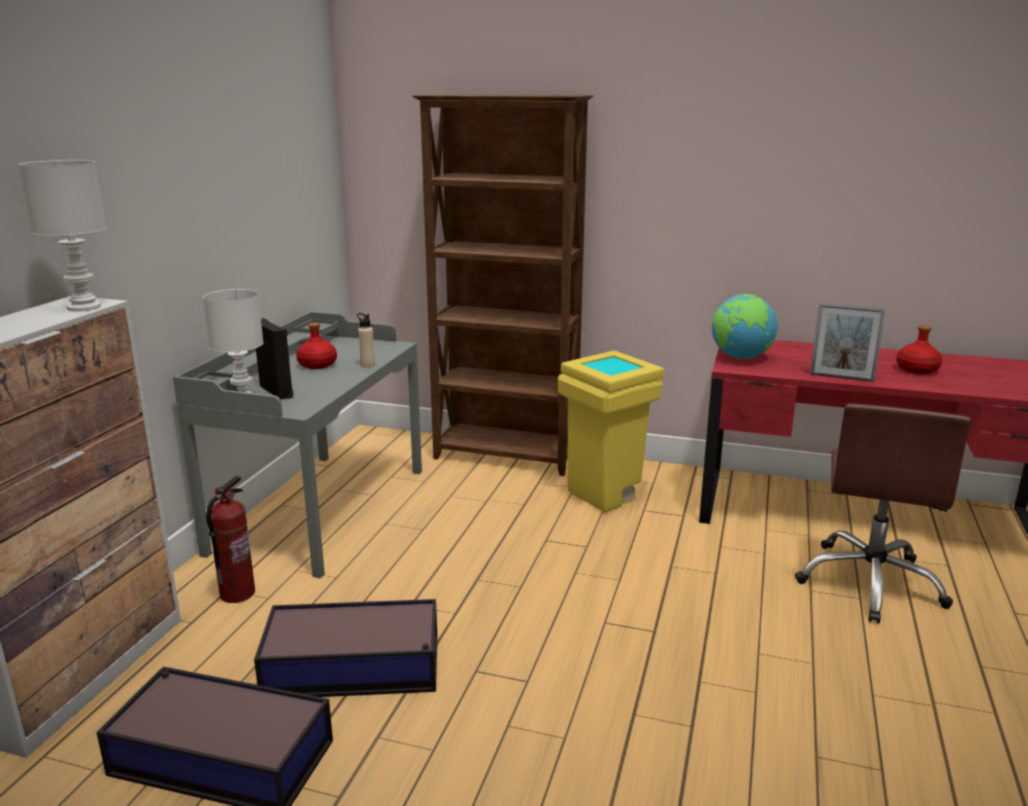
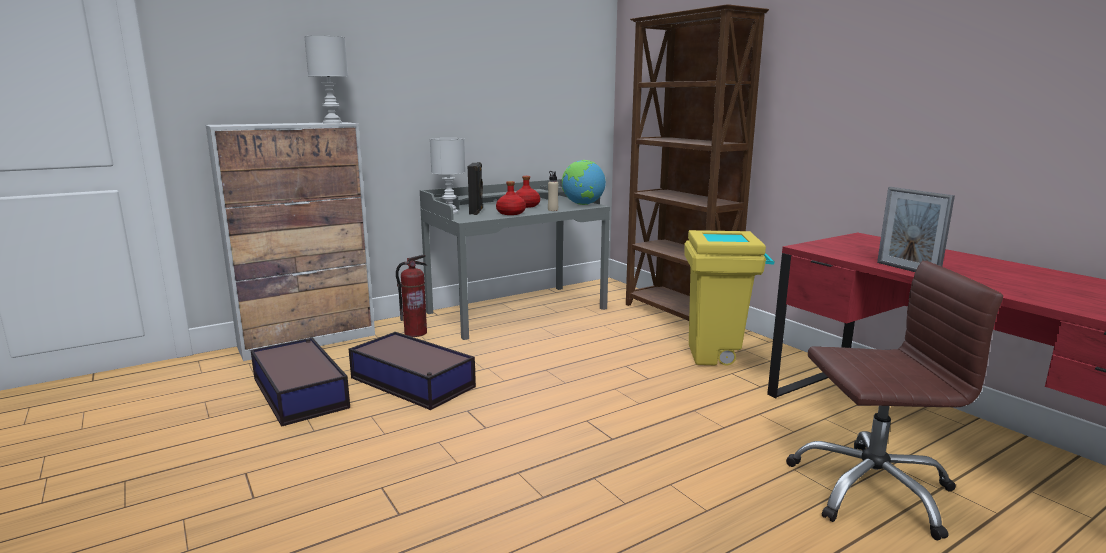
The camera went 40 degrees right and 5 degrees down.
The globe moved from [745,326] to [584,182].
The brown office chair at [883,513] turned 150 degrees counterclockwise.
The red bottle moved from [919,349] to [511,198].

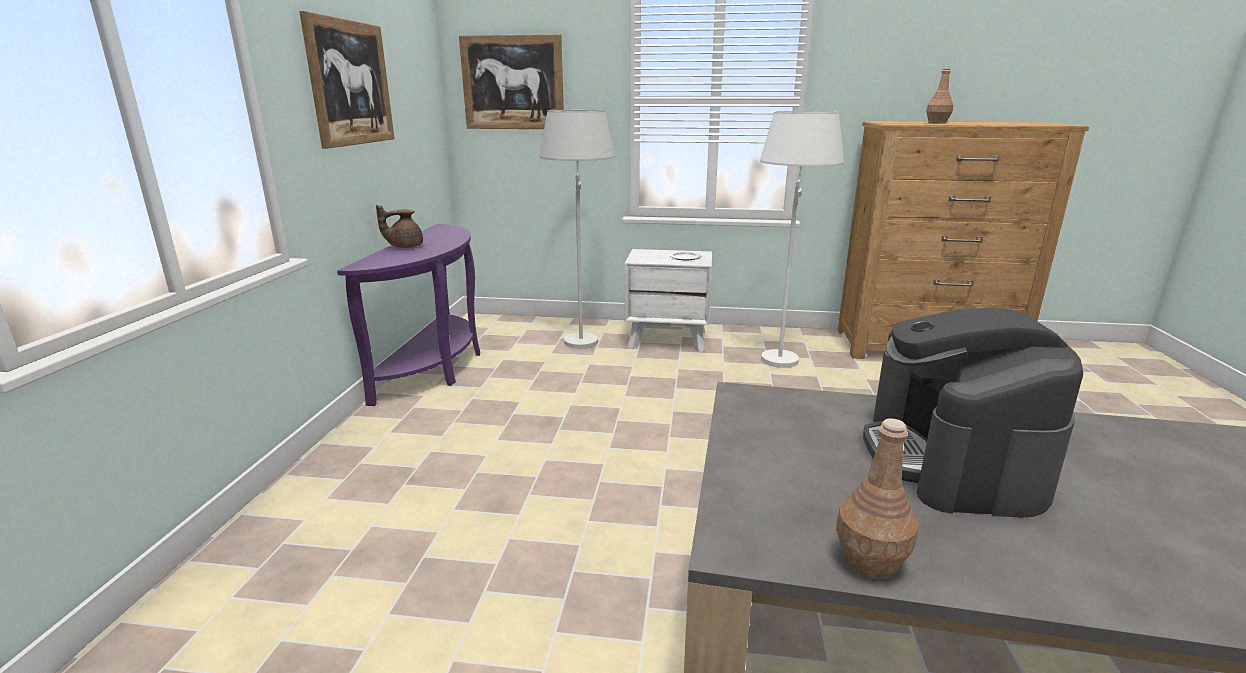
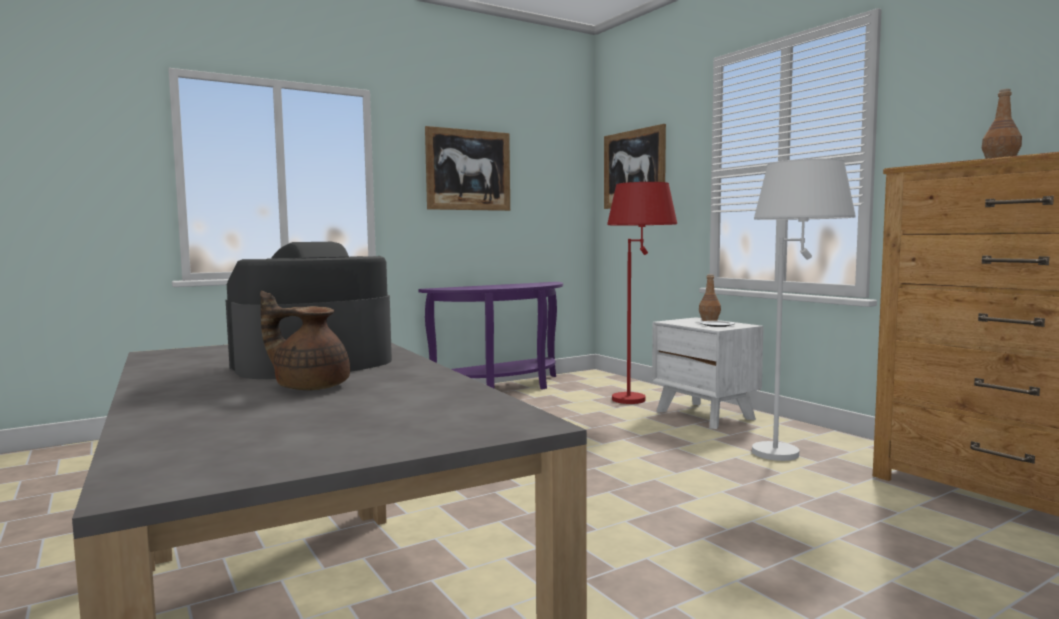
The camera went 50 degrees right and 15 degrees down.
The brown teapot moved from [399,226] to [305,340].
The white floor lamp at [577,229] became the red floor lamp at [642,293].
The brown bottle moved from [877,498] to [710,297].

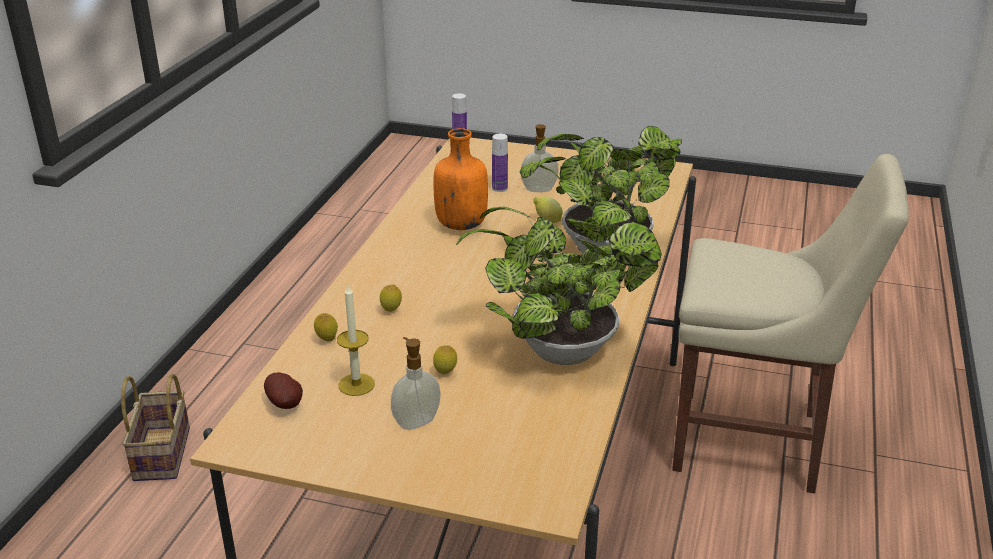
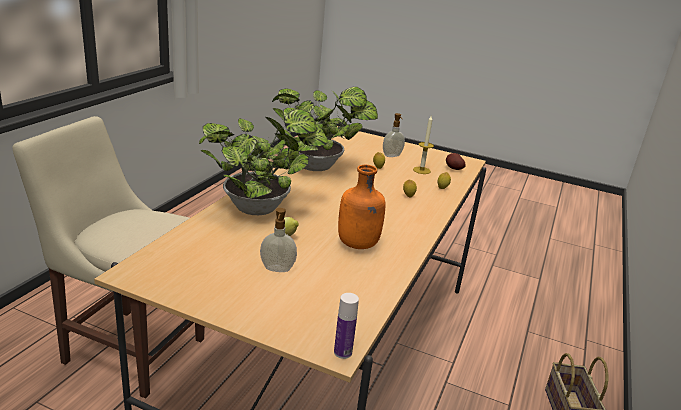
The camera went 175 degrees left and 5 degrees down.
The bottle at [500,163] disappeared.

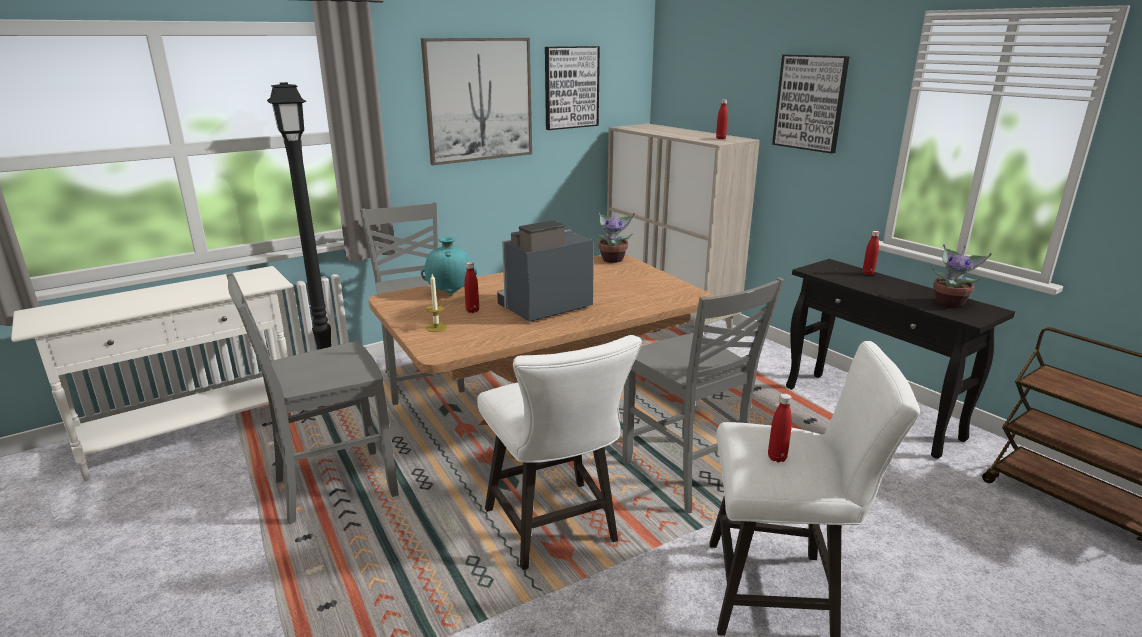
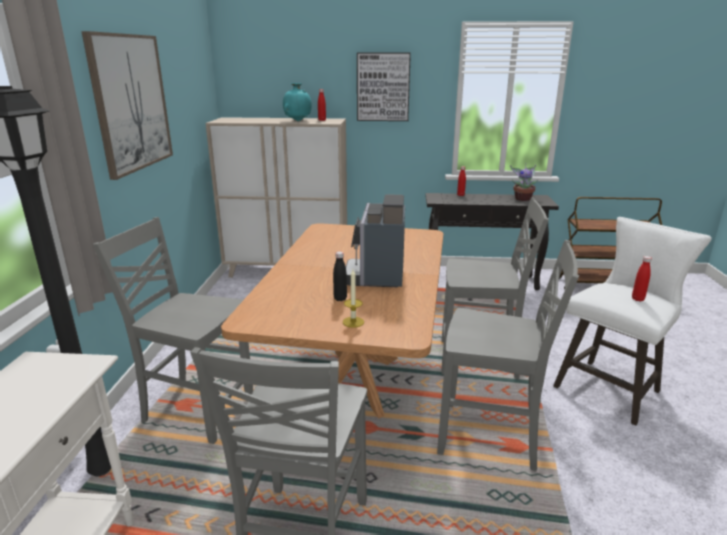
The camera went 50 degrees left and 0 degrees up.
The turquoise vase moved from [449,265] to [297,102].
The red bottle at [471,287] became the black bottle at [340,276].
The white stool at [559,452] was replaced by the grey chair at [508,356].
The picture at [572,88] disappeared.
The potted plant at [614,236] disappeared.

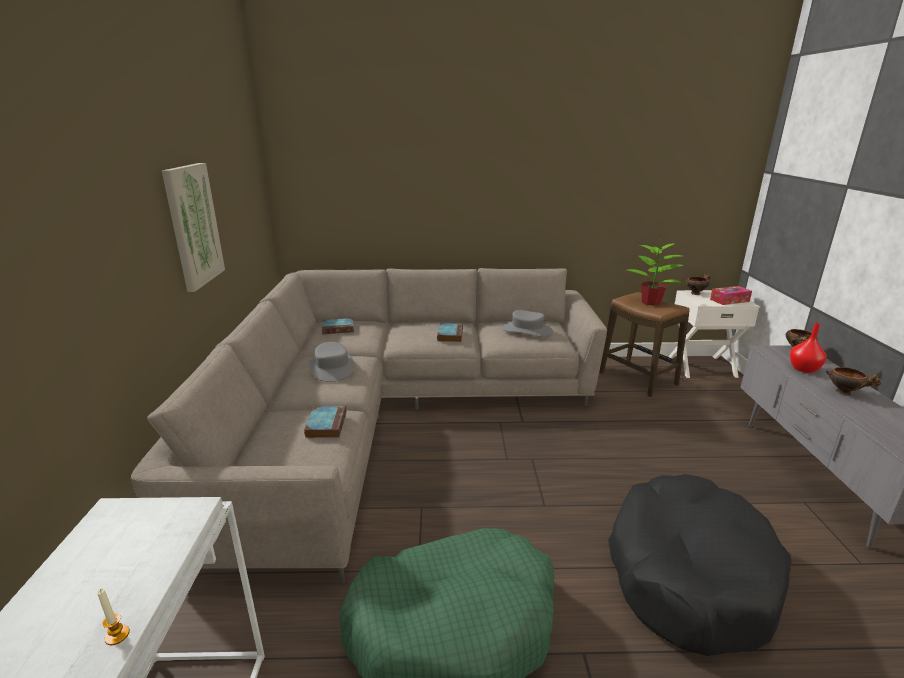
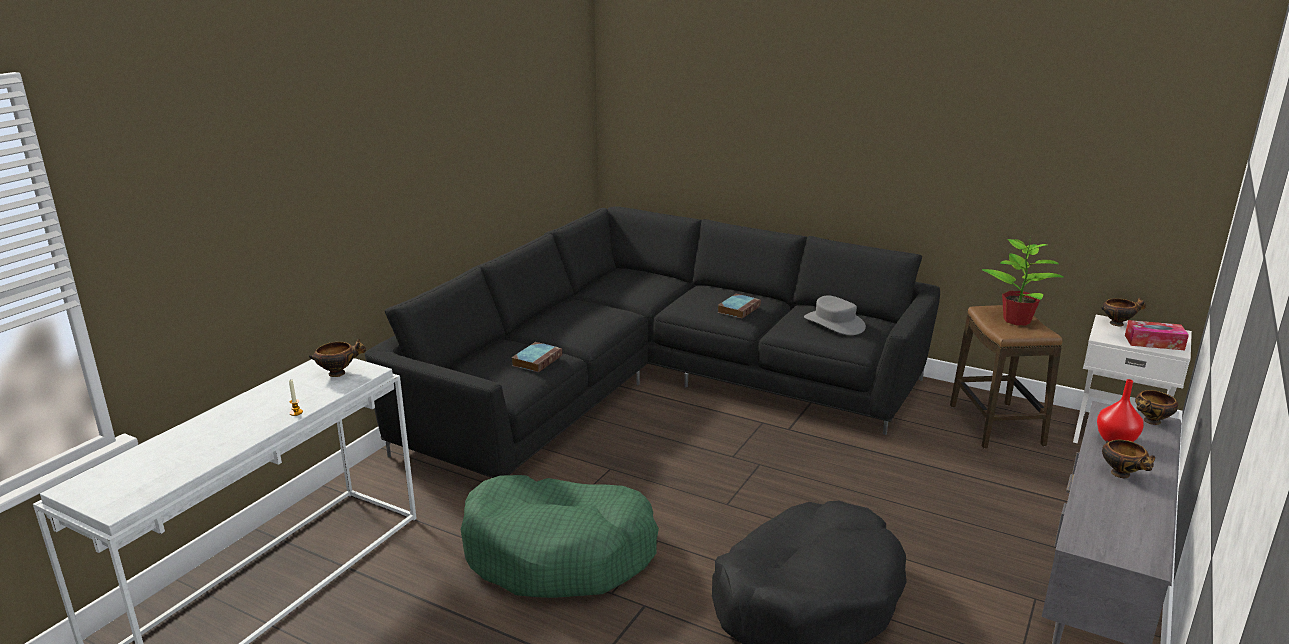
The camera went 30 degrees right and 0 degrees up.
The beige sofa at [369,425] became the black sofa at [652,342].
The picture at [193,227] disappeared.
The grey hat at [332,362] disappeared.
The book at [338,326] disappeared.
The bowl at [337,358] appeared.

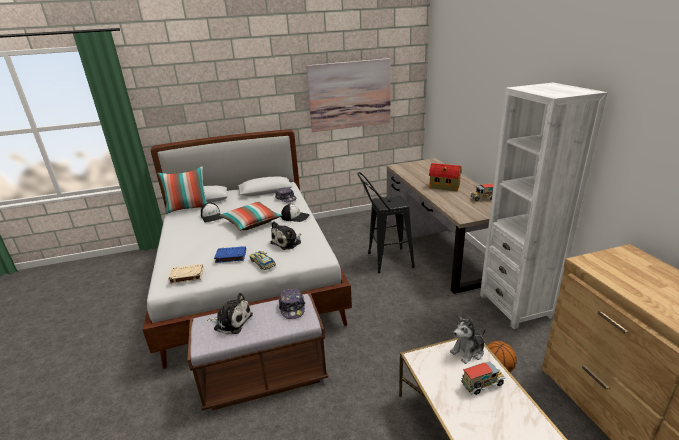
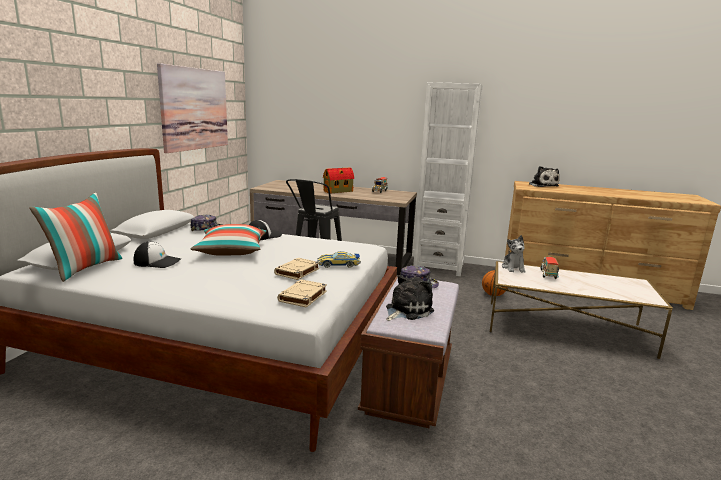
The camera went 60 degrees left and 10 degrees down.
The blue book at [230,254] became the beige book at [296,269].
The plush toy moved from [286,235] to [544,176].

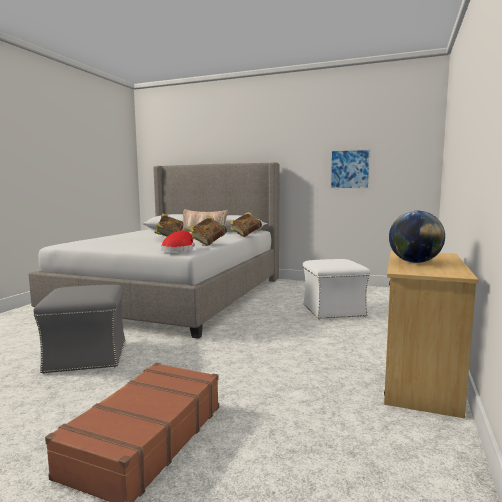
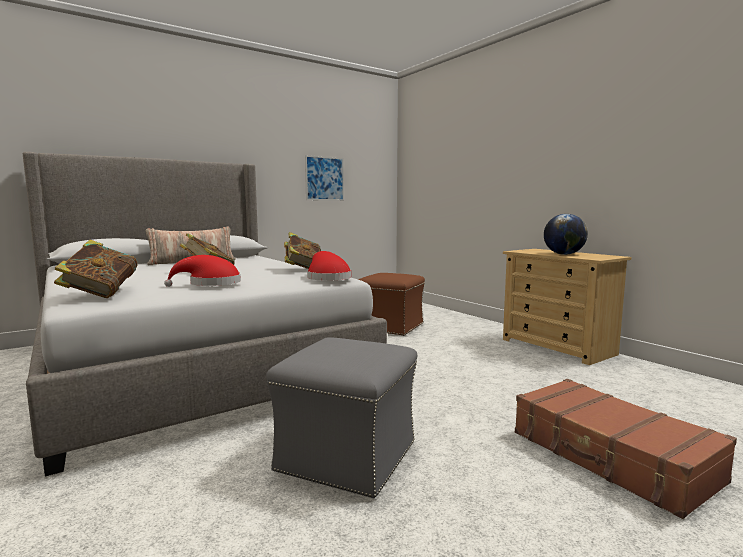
The camera went 55 degrees left and 0 degrees up.
The book moved from [245,224] to [96,269].
The white ottoman at [336,289] became the brown ottoman at [391,304].
The red hat at [202,271] appeared.

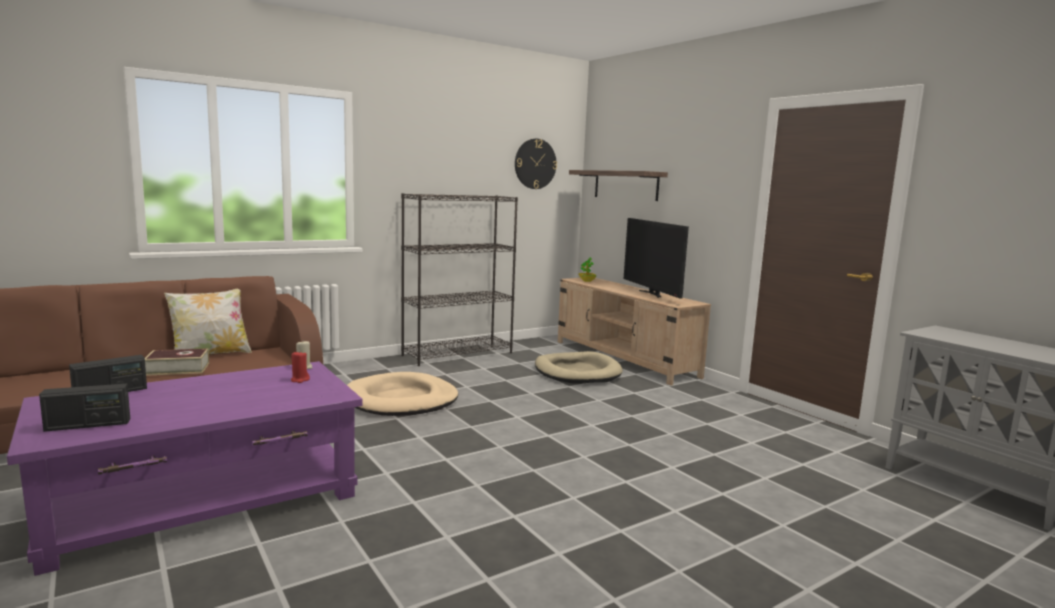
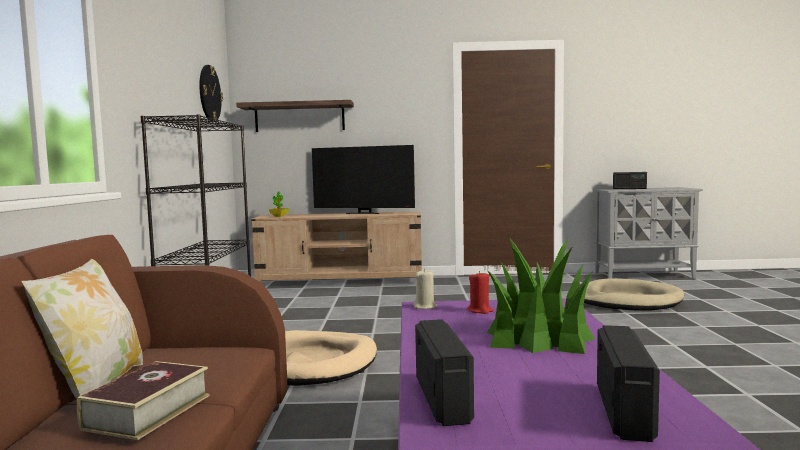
The camera went 55 degrees left and 5 degrees down.
The beige dog bed moved from [579,367] to [634,294].
The potted plant at [541,296] appeared.
The radio at [630,180] appeared.

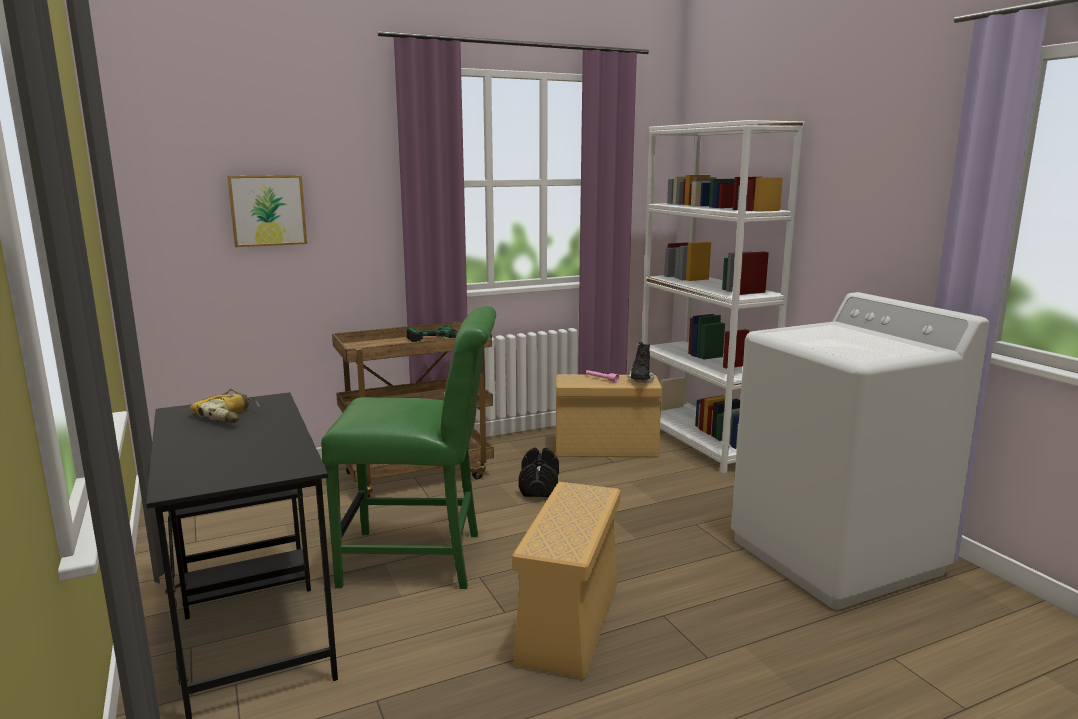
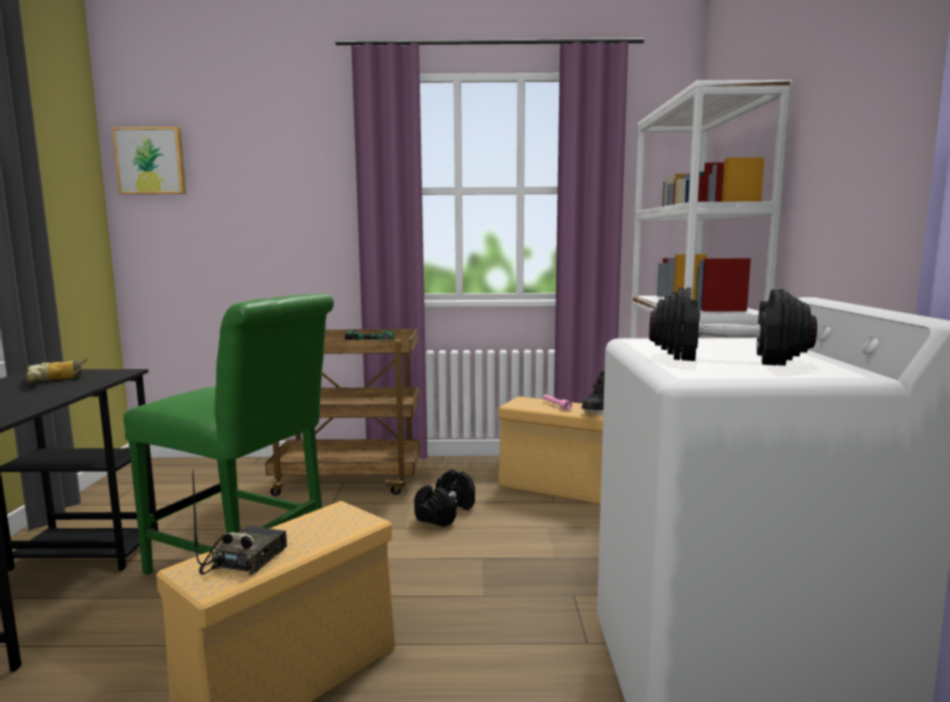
The camera went 25 degrees right and 5 degrees down.
The picture moved from [267,211] to [149,160].
The radio at [239,522] appeared.
The black dumbbell at [733,326] appeared.

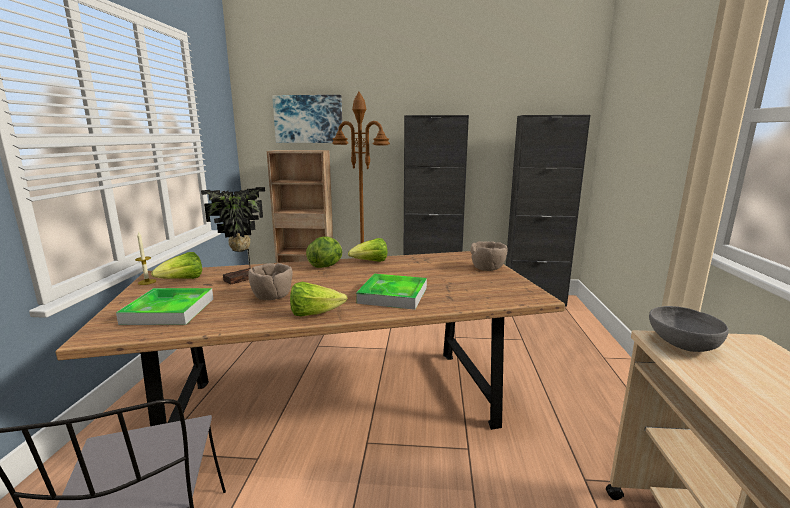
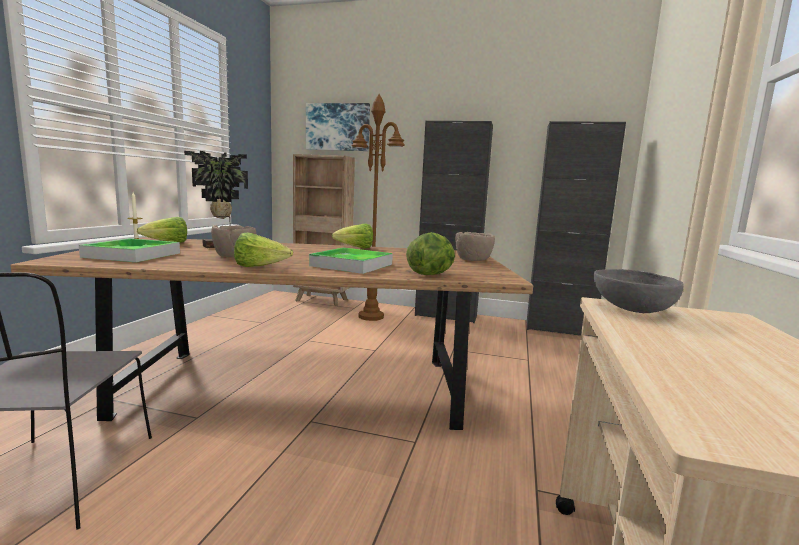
The camera went 10 degrees right and 5 degrees down.
The lettuce moved from [324,252] to [430,253].

